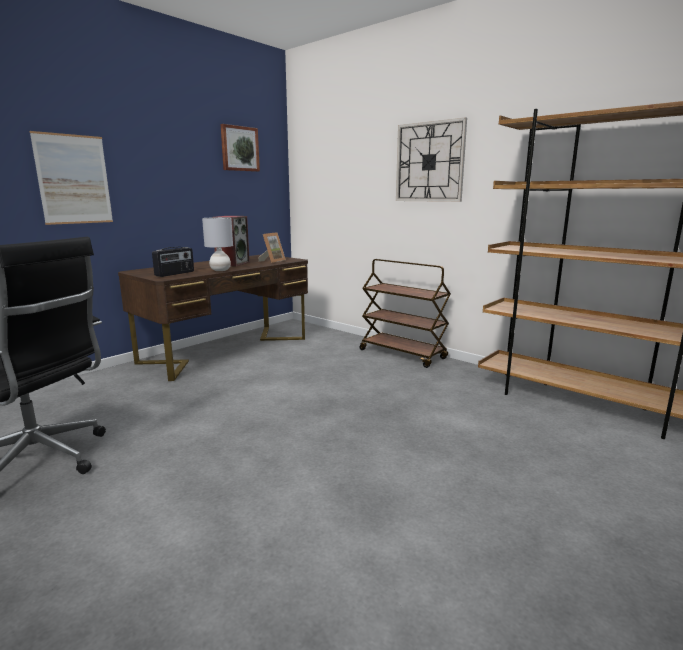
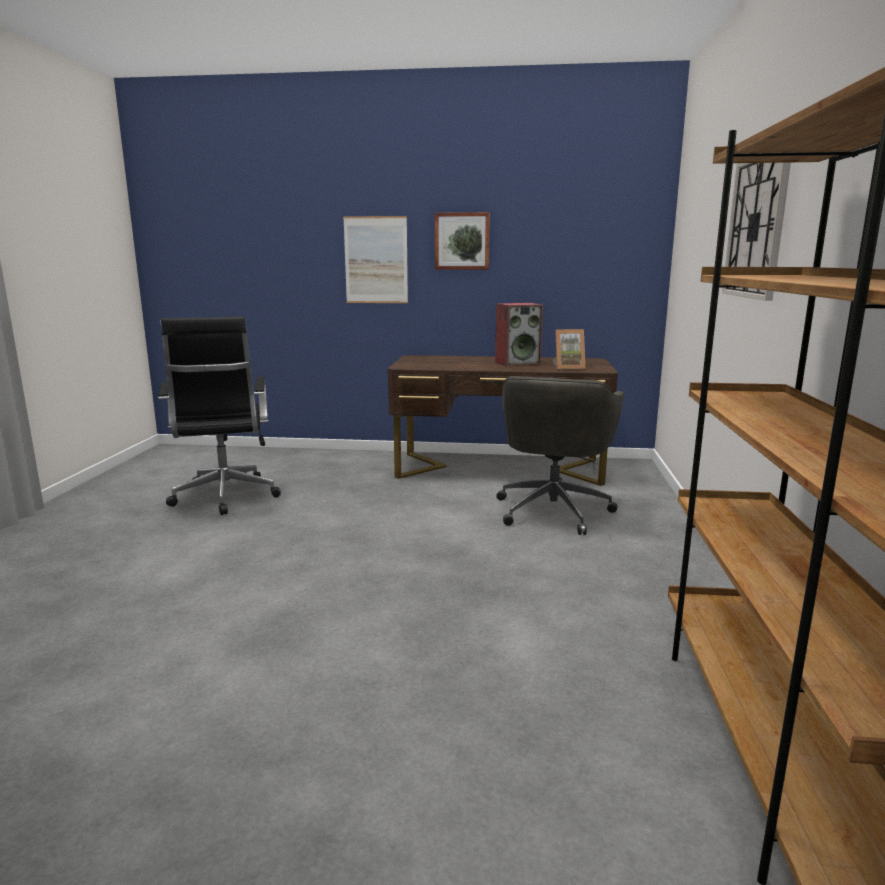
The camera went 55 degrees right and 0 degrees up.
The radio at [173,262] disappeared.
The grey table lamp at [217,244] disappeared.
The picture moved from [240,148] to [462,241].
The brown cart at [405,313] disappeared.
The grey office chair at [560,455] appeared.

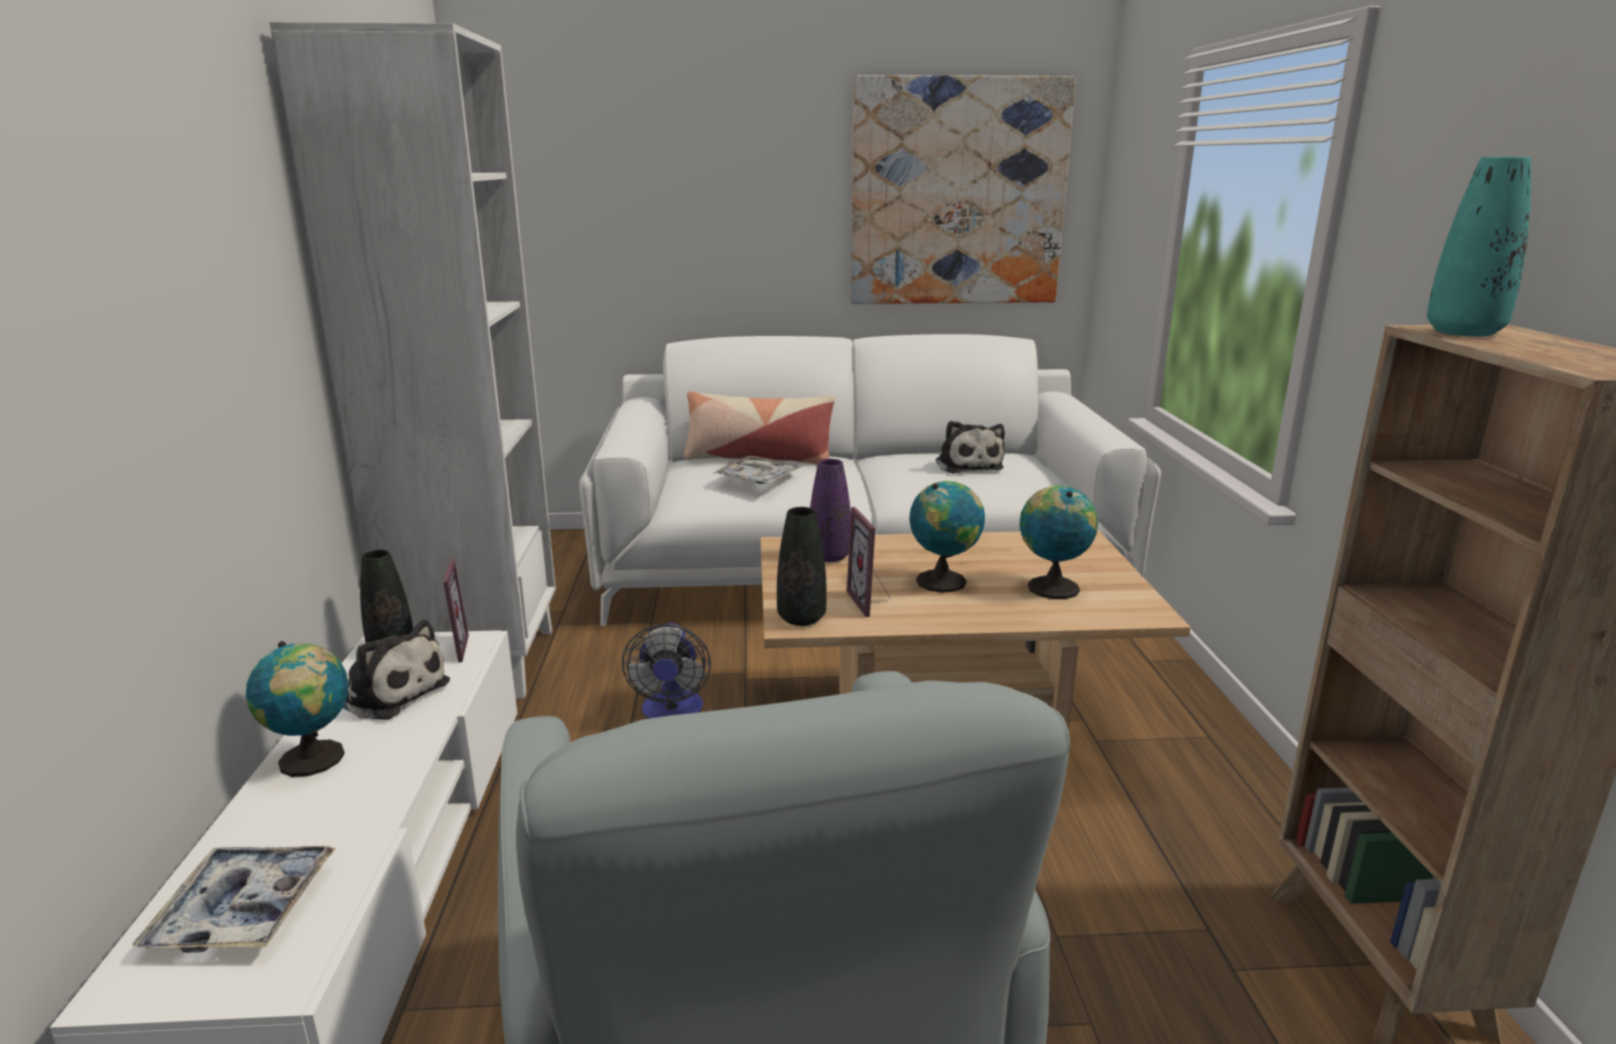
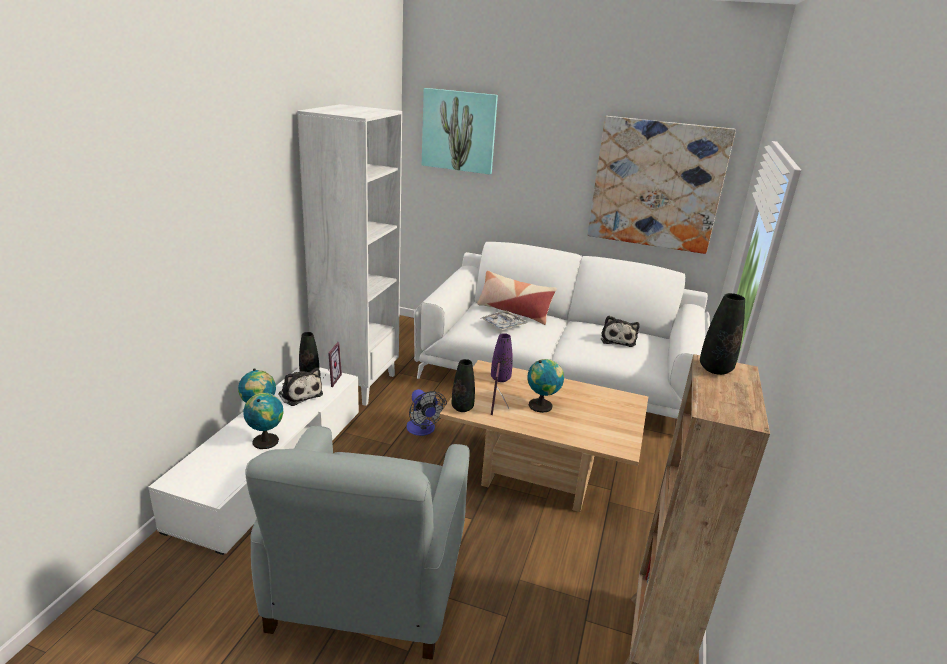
The camera went 20 degrees right and 5 degrees up.
The tray at [234,899] disappeared.
The fan at [666,670] turned 45 degrees counterclockwise.
The globe moved from [1059,542] to [263,421].
The turquoise vase at [1479,247] became the black vase at [722,334].
The picture at [460,131] appeared.

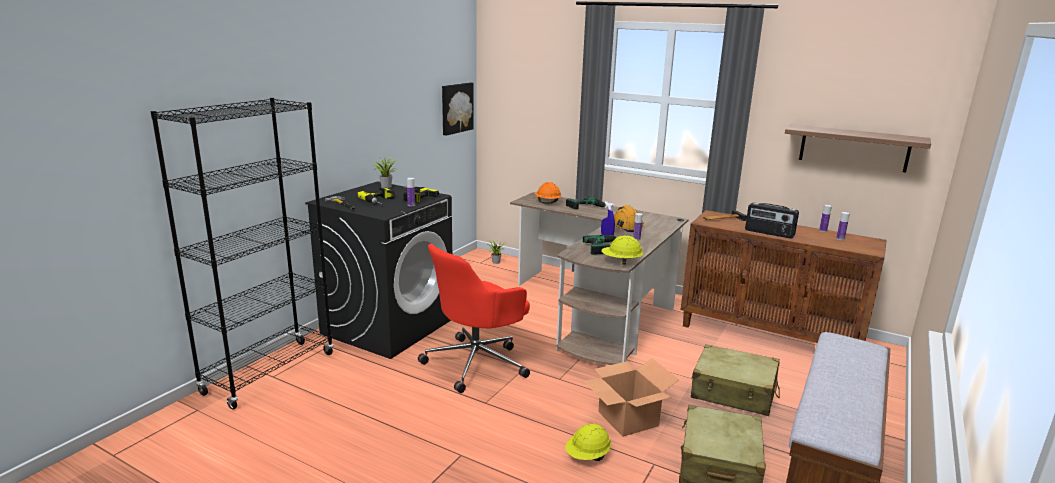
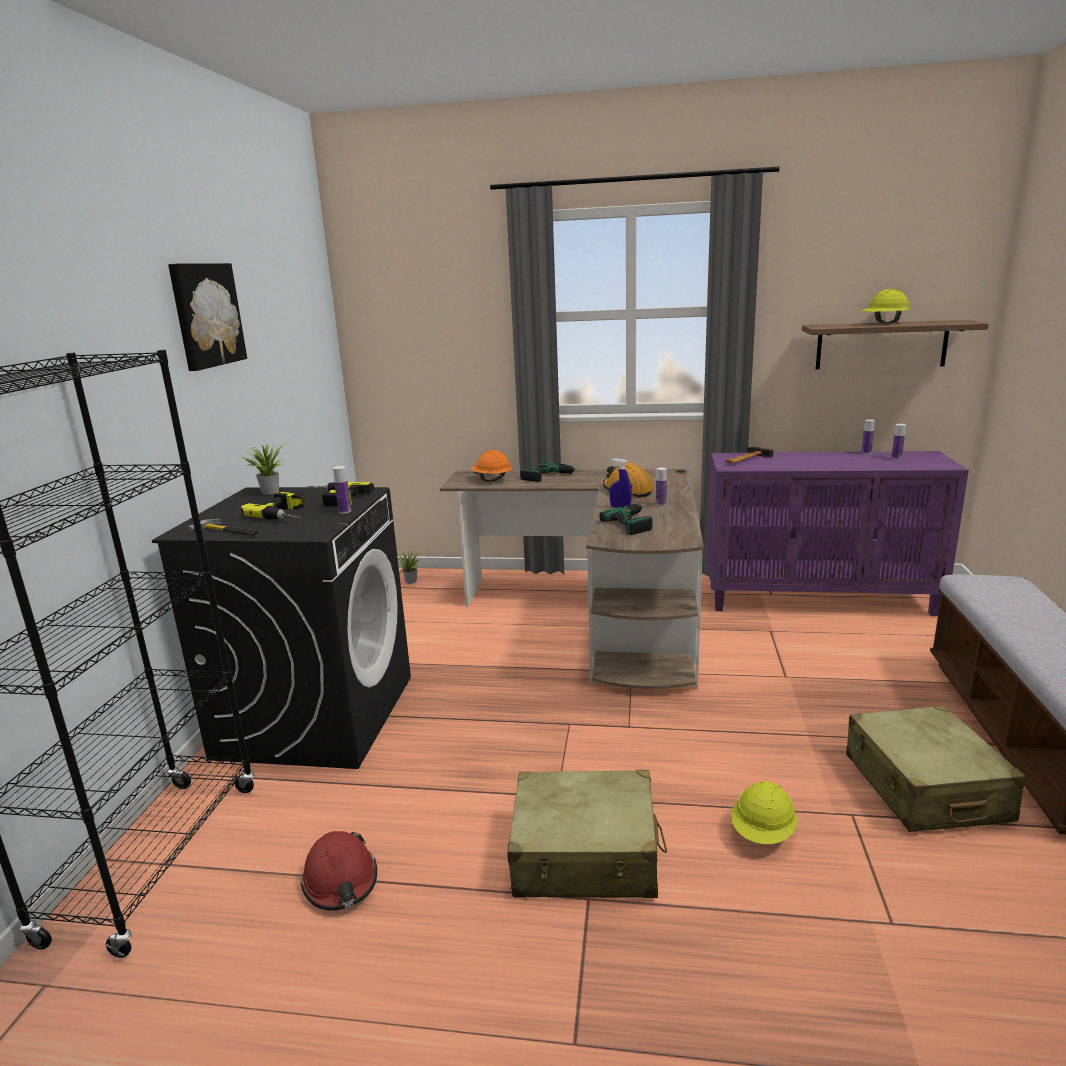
The camera went 20 degrees left and 0 degrees up.
The red office chair at [474,318] disappeared.
The picture moved from [458,109] to [207,317].
The cardboard box at [631,397] disappeared.
The yellow hard hat moved from [622,250] to [886,306].
The brown cabinet at [784,276] became the purple cabinet at [838,533].
The beige suitcase moved from [735,380] to [587,834].
The radio at [772,221] disappeared.
The red hard hat at [338,871] appeared.

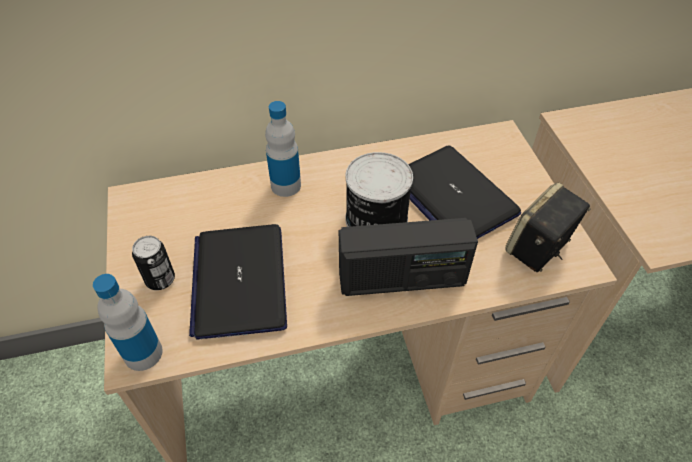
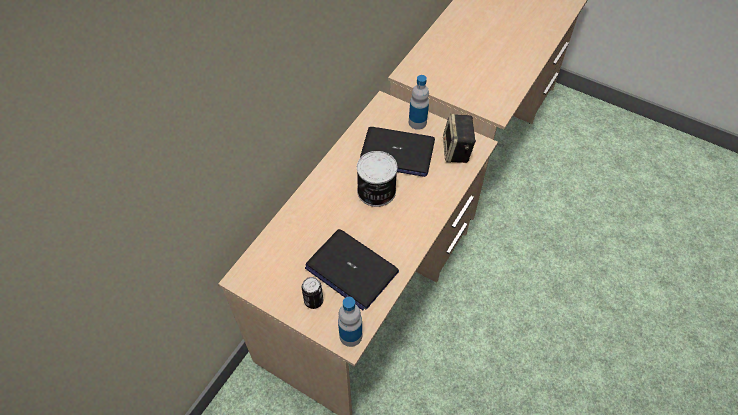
The camera went 45 degrees left and 5 degrees up.
The bottle moved from [283,149] to [419,102].
The radio at [408,257] disappeared.

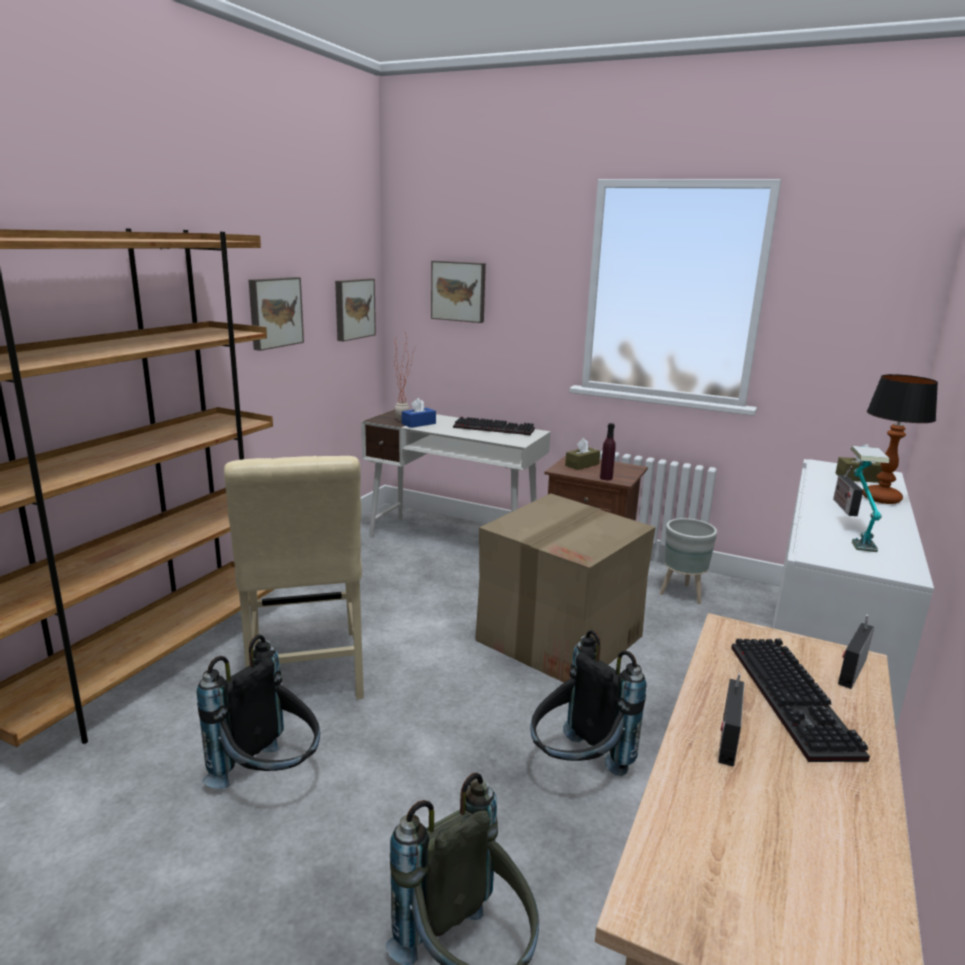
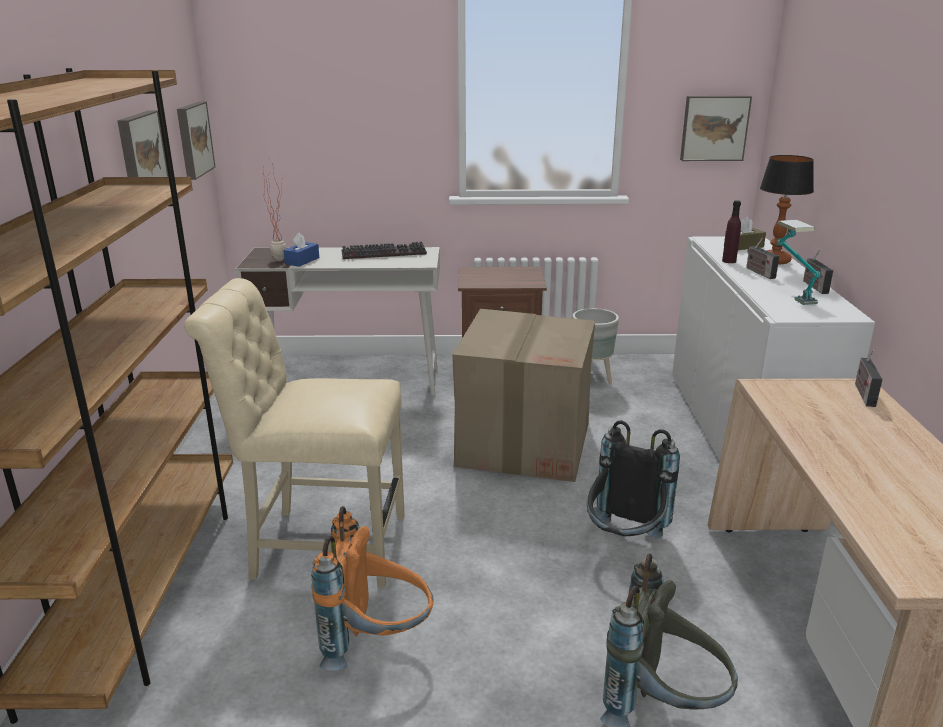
The camera went 25 degrees left and 5 degrees up.
The black backpack at [258,711] became the orange backpack at [372,588].
The beige chair at [294,577] turned 135 degrees clockwise.
The picture moved from [458,292] to [716,128].
The brown tissue box at [582,454] disappeared.
The purple bottle moved from [608,451] to [731,231].
The radio moved from [731,719] to [818,272].
The keyboard at [800,700] disappeared.

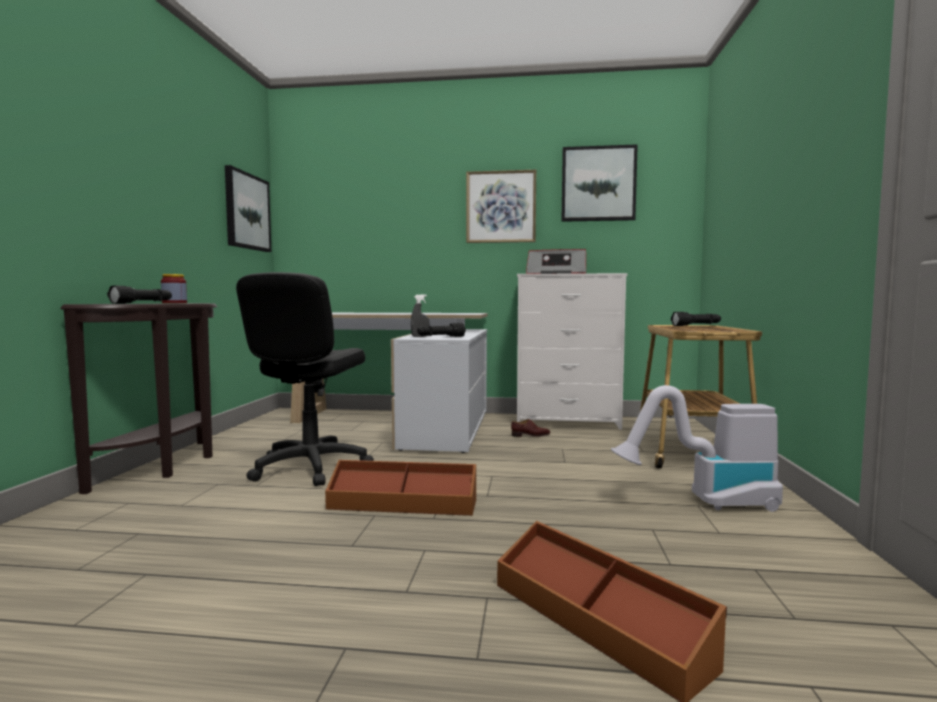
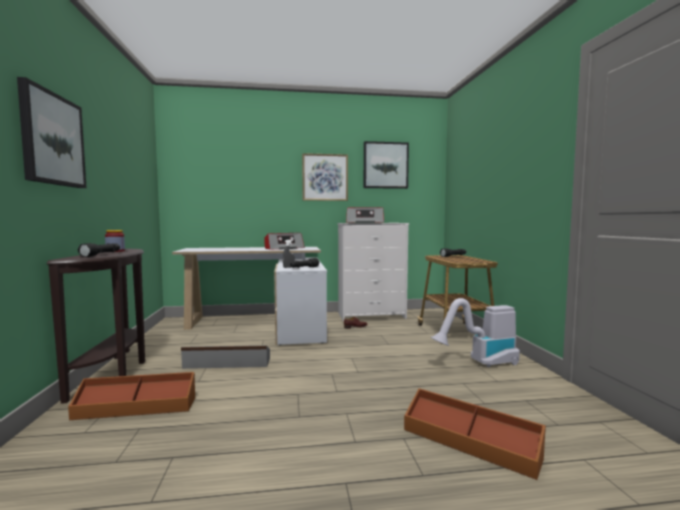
The camera went 15 degrees left and 0 degrees up.
The picture moved from [248,208] to [51,132].
The black office chair at [305,379] was replaced by the grey storage box at [225,357].
The brown storage box moved from [400,488] to [131,396].
The radio at [284,241] appeared.

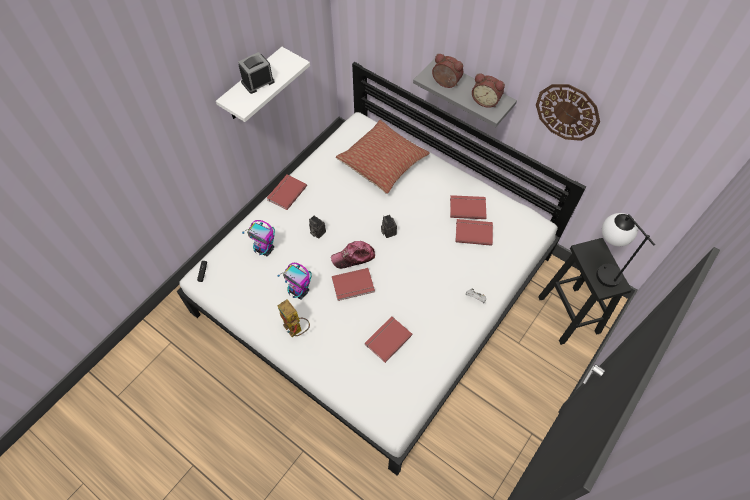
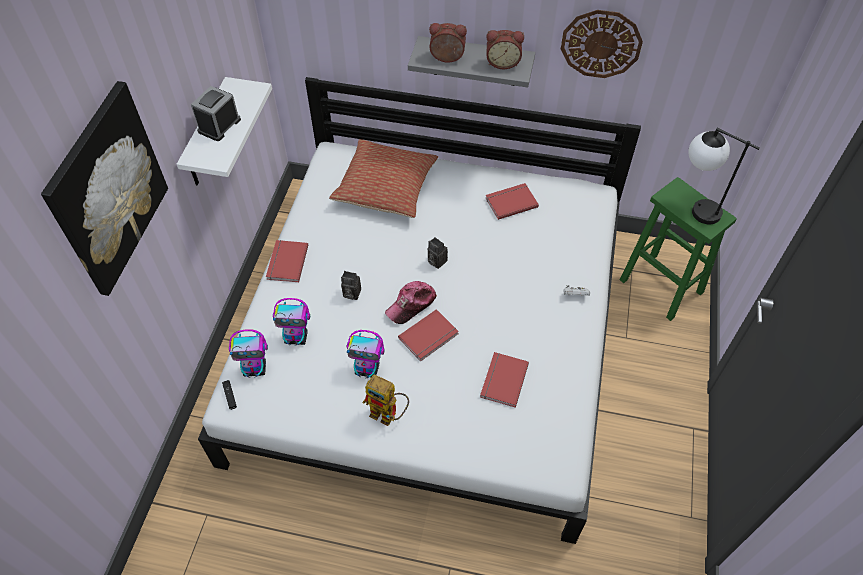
The camera went 25 degrees left and 5 degrees down.
The red book at [474,232] disappeared.
The black stool at [585,291] became the green stool at [678,249].
The picture at [104,188] appeared.
The toy robot at [248,353] appeared.

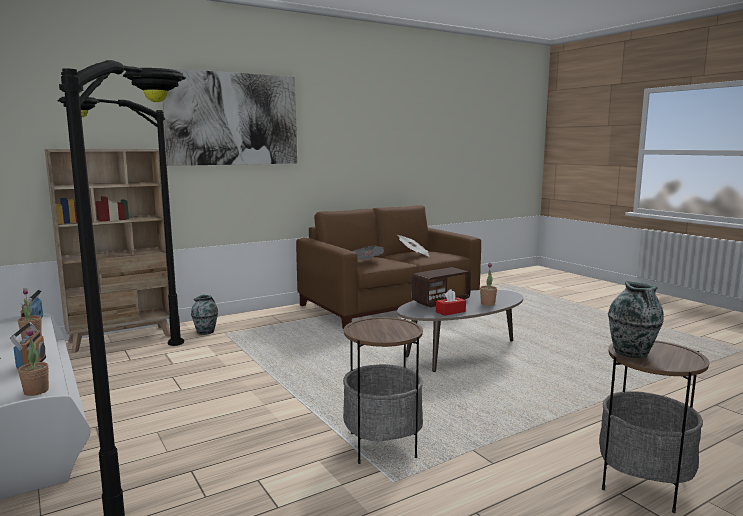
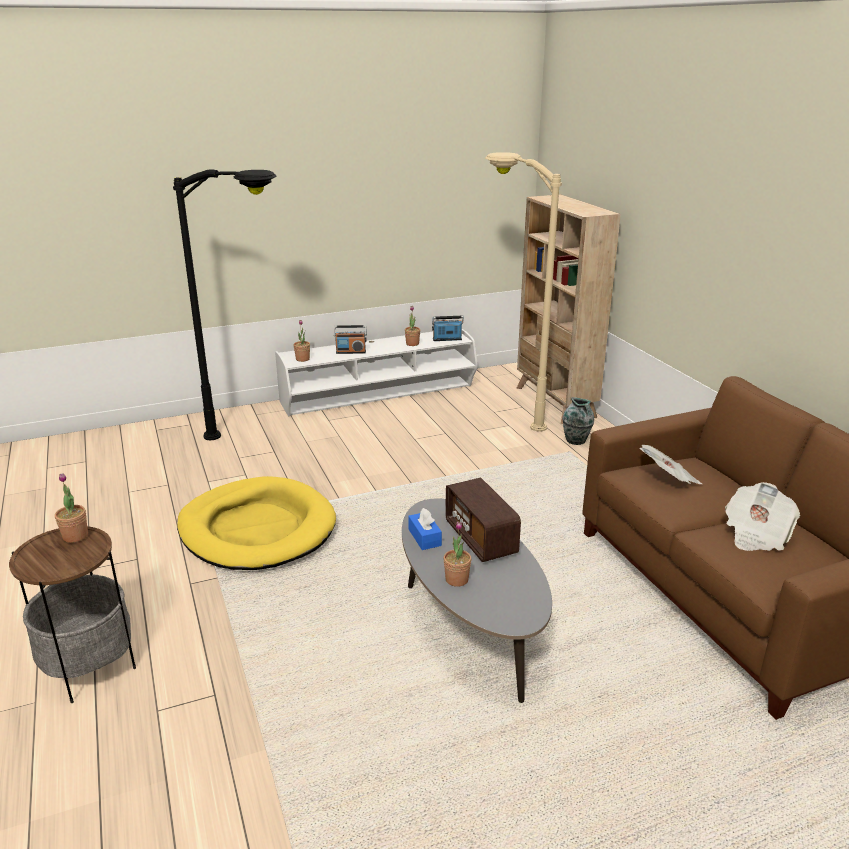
The camera went 100 degrees right and 15 degrees up.
The black floor lamp at [121,221] became the beige floor lamp at [523,292].
The picture at [230,117] disappeared.
The side table at [383,390] was replaced by the yellow dog bed at [256,523].
The red tissue box at [451,302] became the blue tissue box at [425,529].
The vase at [636,319] was replaced by the potted plant at [71,508].

